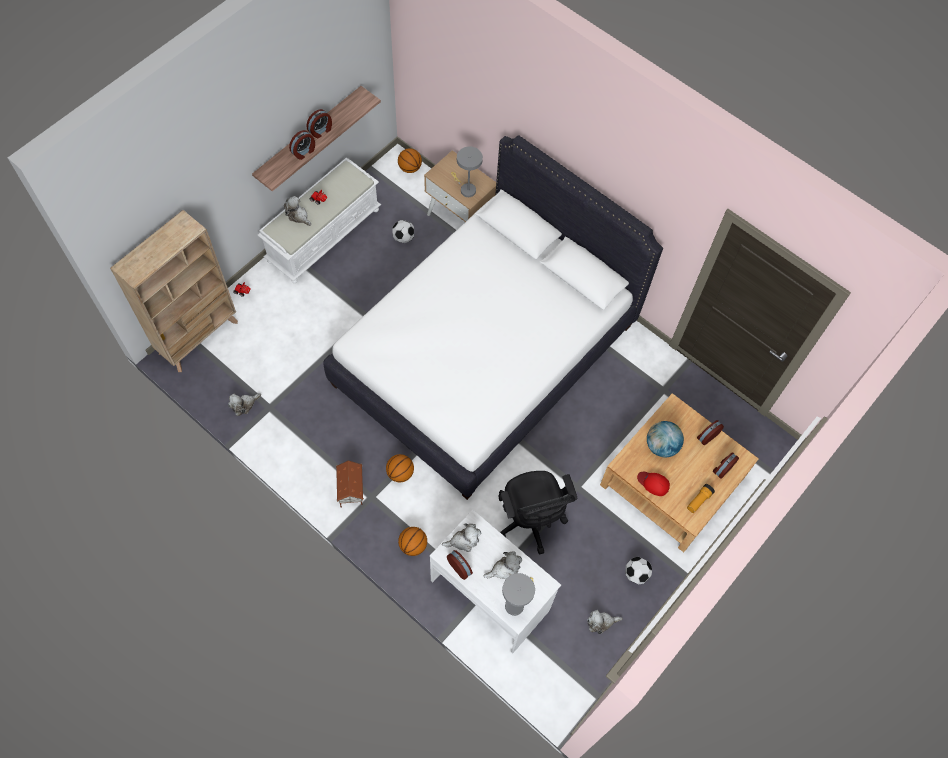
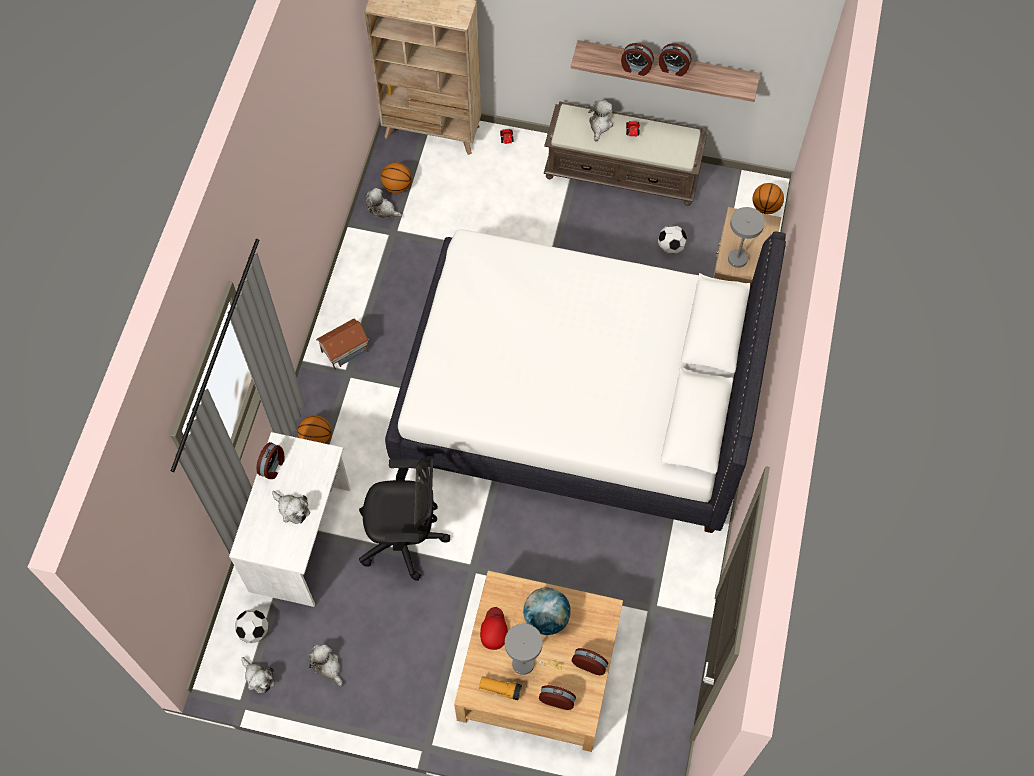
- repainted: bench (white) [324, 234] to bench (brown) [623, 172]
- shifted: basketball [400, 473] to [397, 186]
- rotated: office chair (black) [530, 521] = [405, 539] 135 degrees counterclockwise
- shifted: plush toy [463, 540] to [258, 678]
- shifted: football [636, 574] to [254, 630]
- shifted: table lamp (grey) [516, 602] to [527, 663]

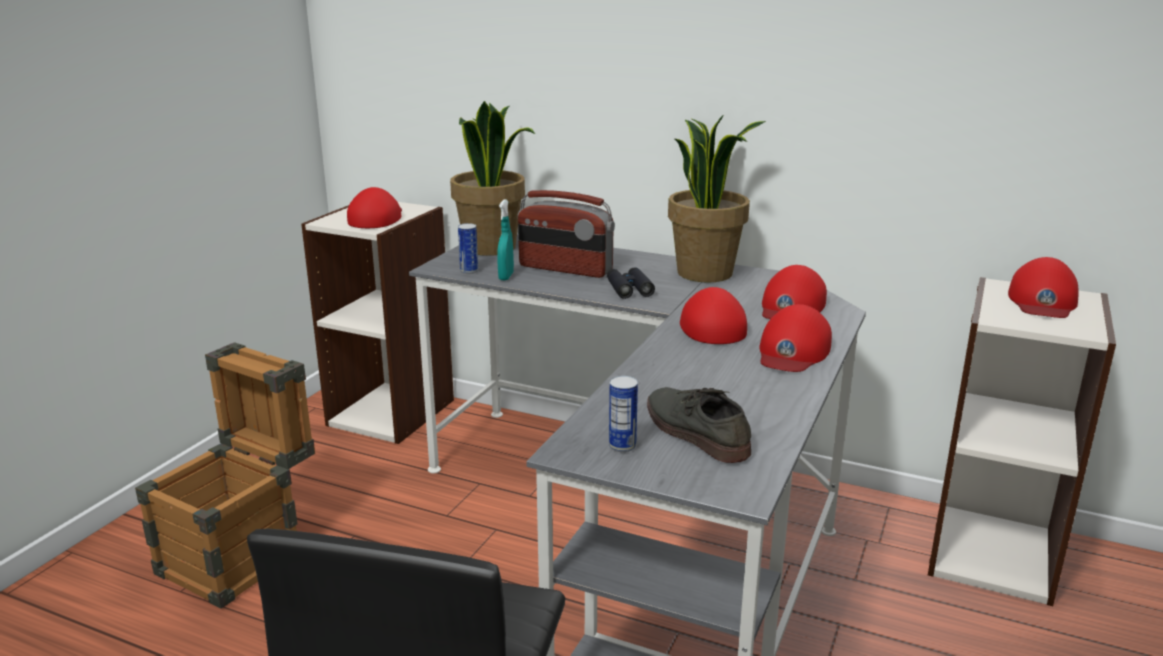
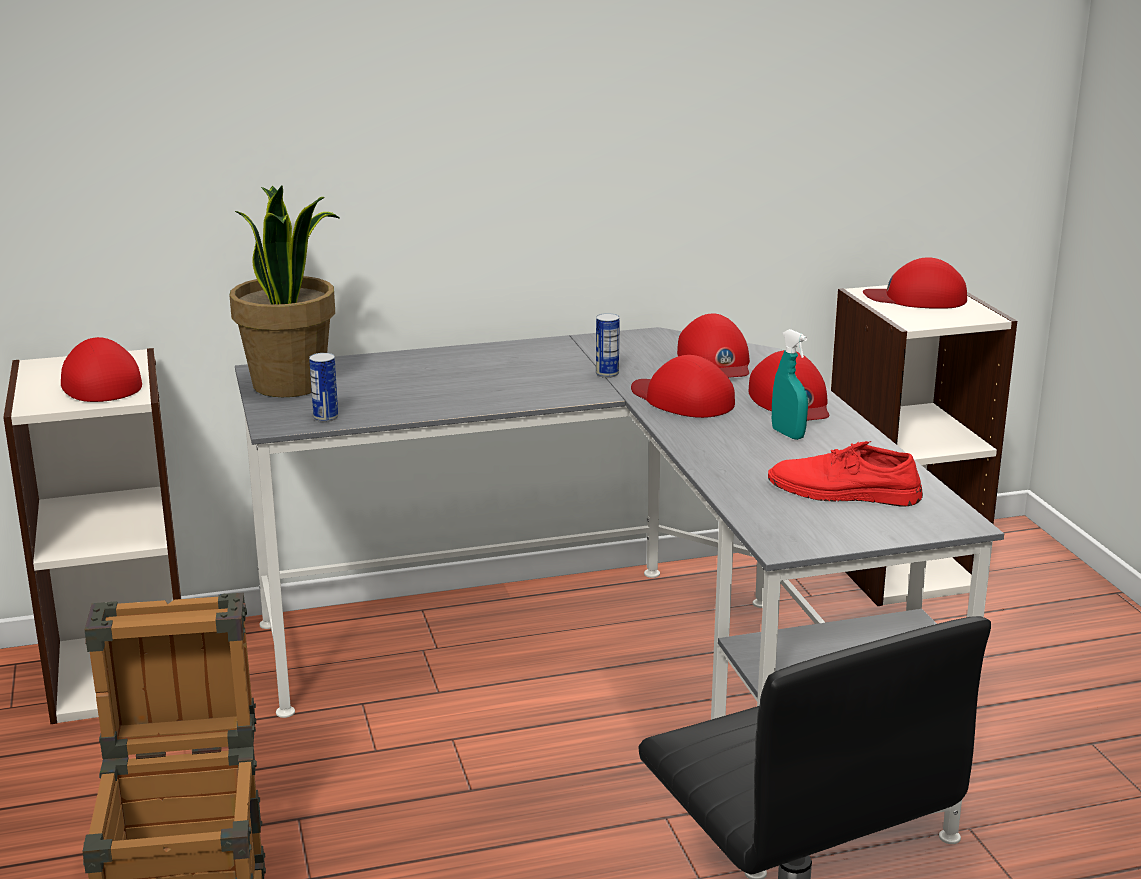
- gone: potted plant [706, 273]
- gone: radio [565, 269]
- shifted: spray bottle (turquoise) [506, 276] to [788, 434]
- rotated: cap (red) [1042, 301] = [916, 298] 120 degrees clockwise
- gone: binoculars (black) [629, 289]
- shifted: can [622, 446] to [607, 374]
- repainted: shoe (grey) [694, 431] to shoe (red) [843, 492]

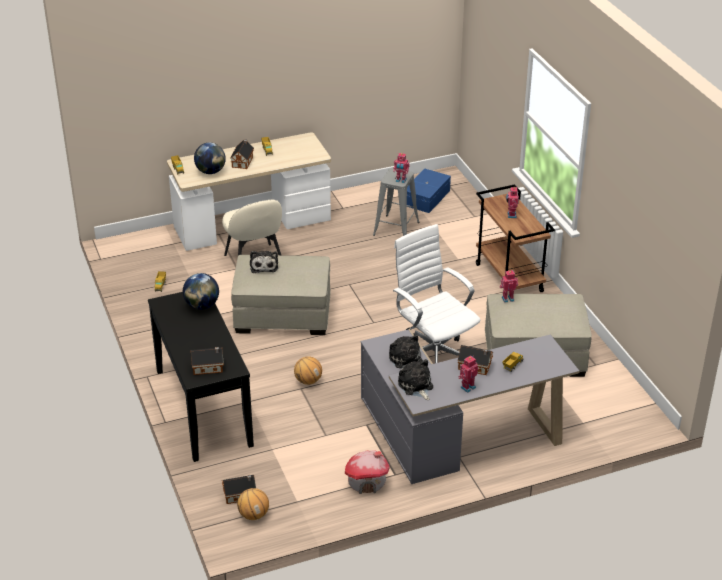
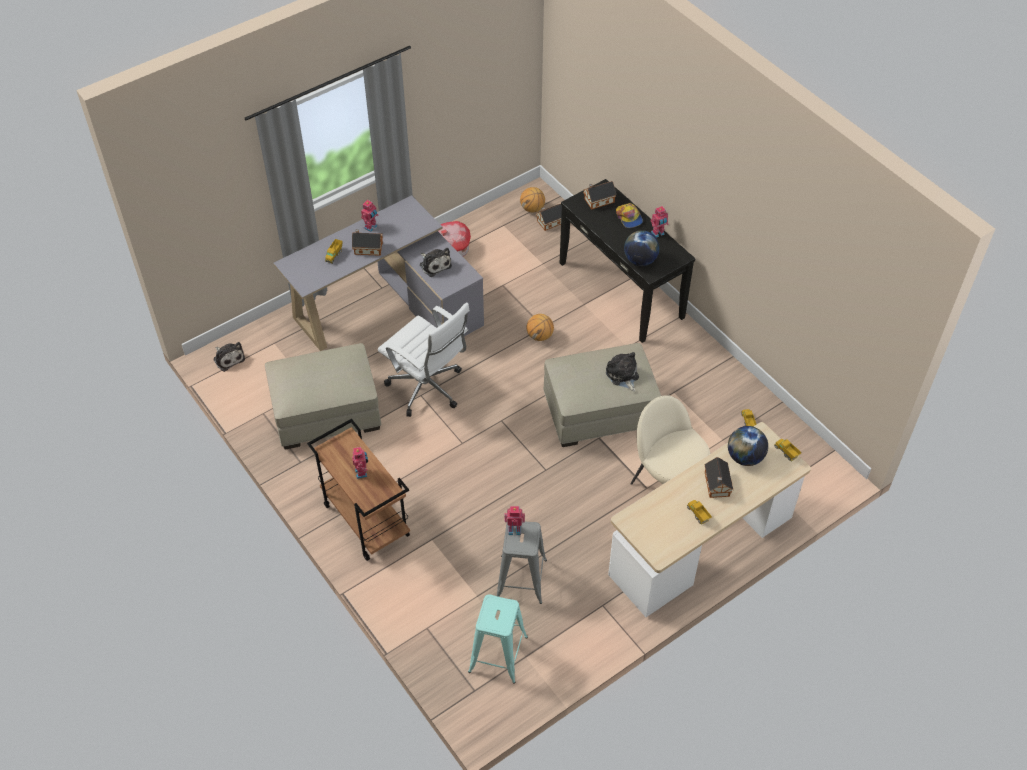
- swapped: storage box (blue) [427, 198] to stool (turquoise) [498, 654]
- shifted: toy robot [507, 298] to [658, 233]
- shifted: plush toy [416, 386] to [228, 358]
- new: cap [629, 218]

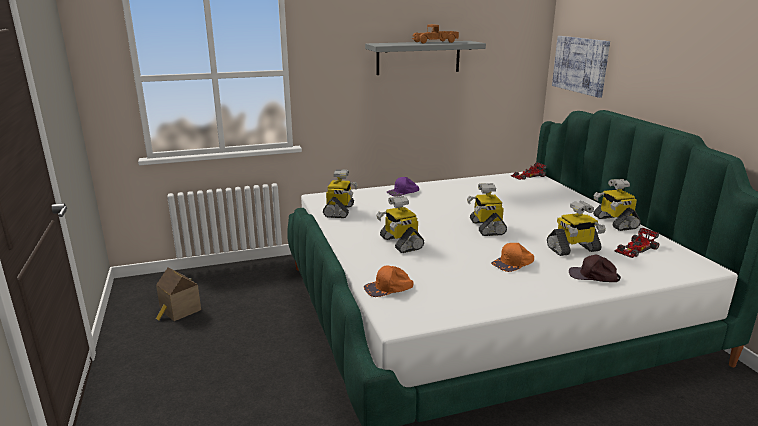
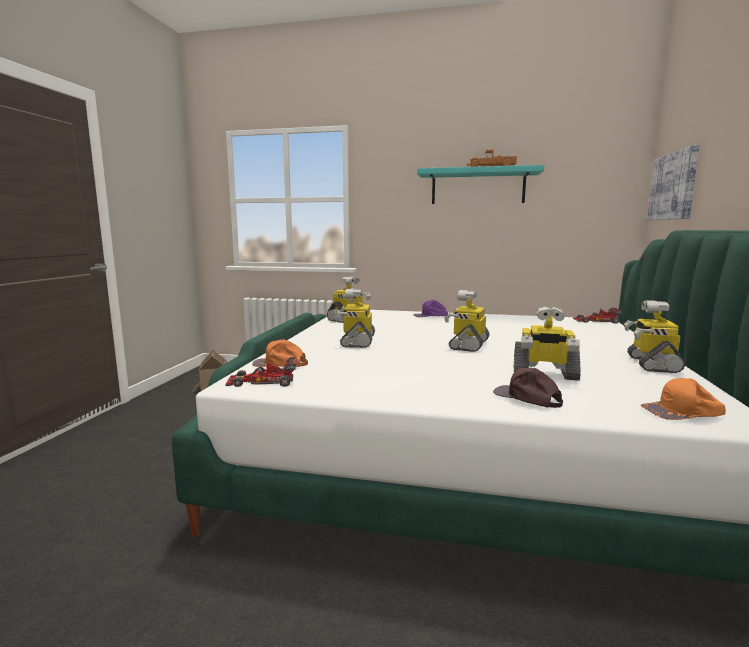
- repainted: shelf (grey) [418, 57] to shelf (turquoise) [478, 187]
- shifted: toy car [636, 249] to [262, 381]
- shifted: cap (orange) [513, 263] to [682, 412]

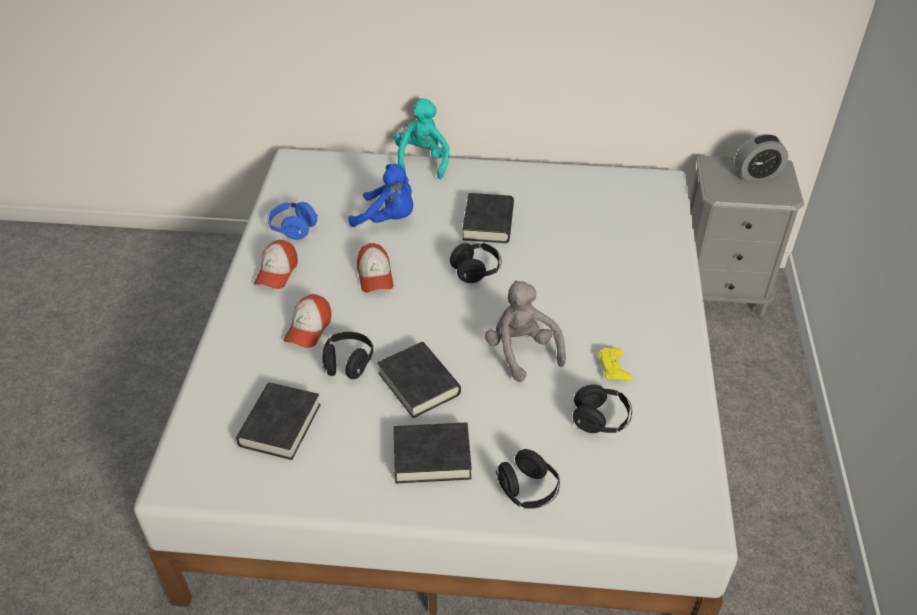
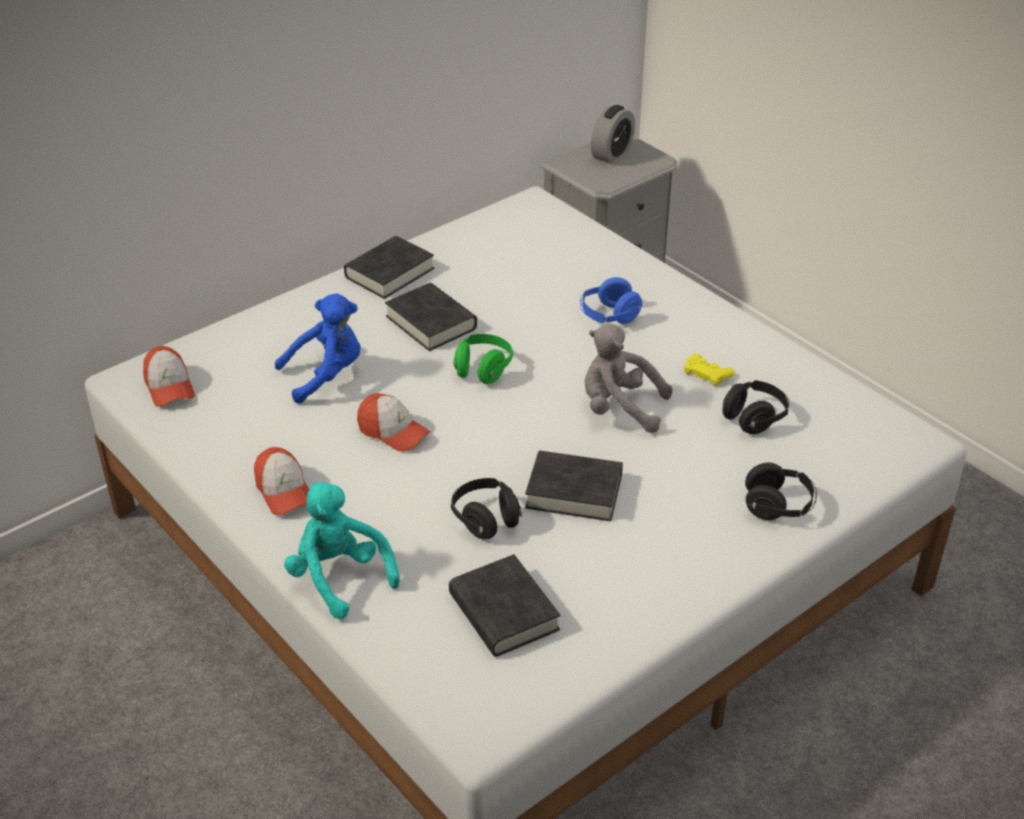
- shifted: plush toy (turquoise) [422, 161] to [339, 578]
- shifted: headphones (blue) [293, 229] to [609, 316]
- repainted: headphones (black) [476, 271] to headphones (green) [483, 369]
- shifted: cap [308, 328] to [169, 387]
- shifted: book (black) [432, 456] to [389, 273]

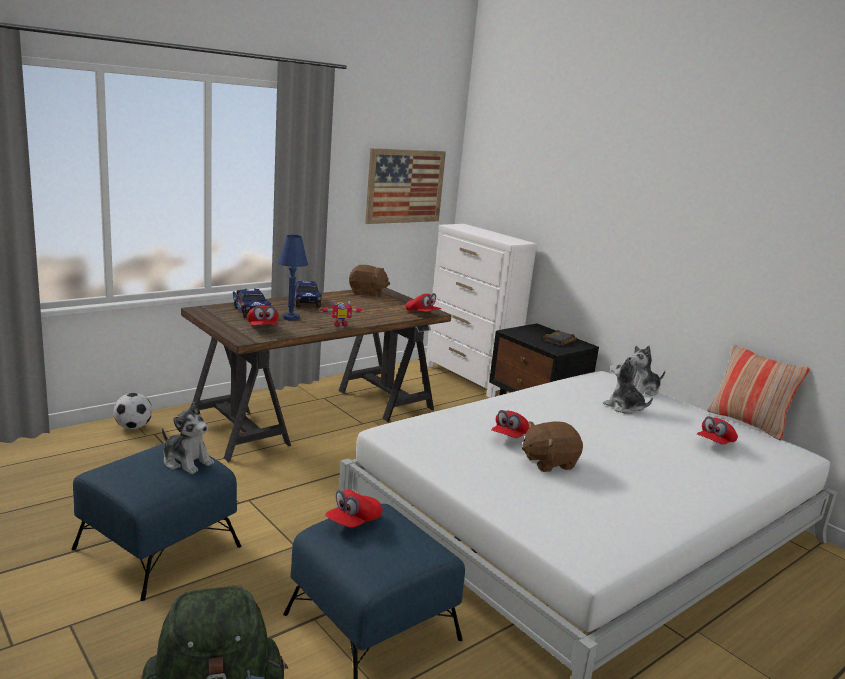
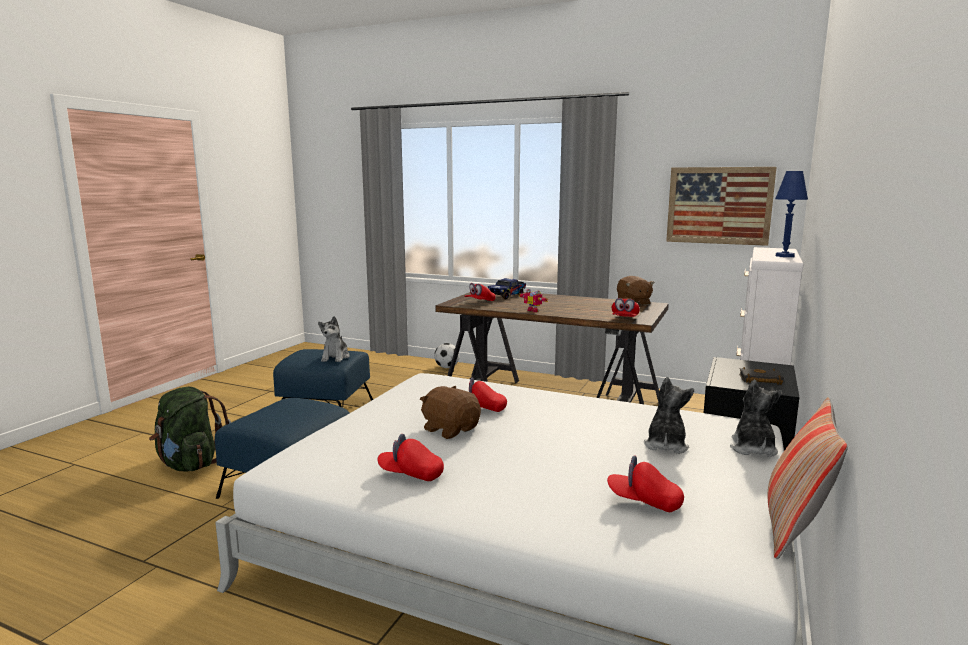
- shifted: table lamp (blue) [290, 317] to [784, 256]
- gone: toy truck [306, 302]
- rotated: plush toy [642, 390] = [752, 449] 60 degrees clockwise
- shifted: cap (red) [353, 522] to [411, 474]

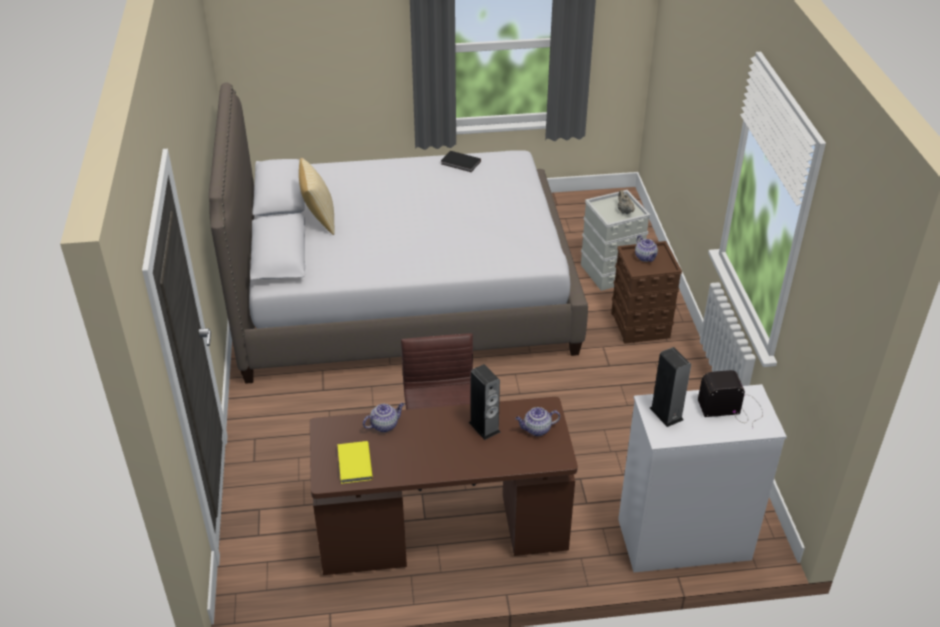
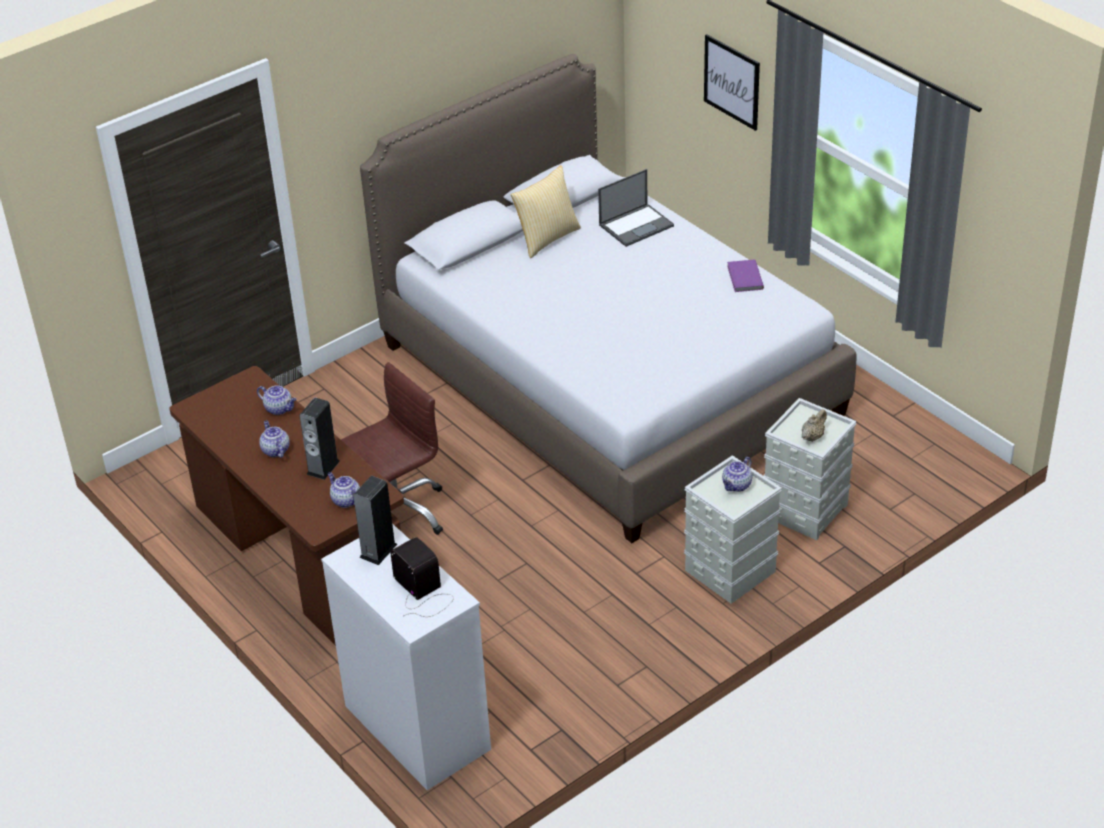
- repainted: book (black) [460, 163] to book (purple) [744, 278]
- repainted: storage box (brown) [641, 325] to storage box (grey) [730, 572]
- gone: book (yellow) [353, 464]
- new: picture [731, 82]
- new: laptop [636, 225]
- new: teapot [275, 450]

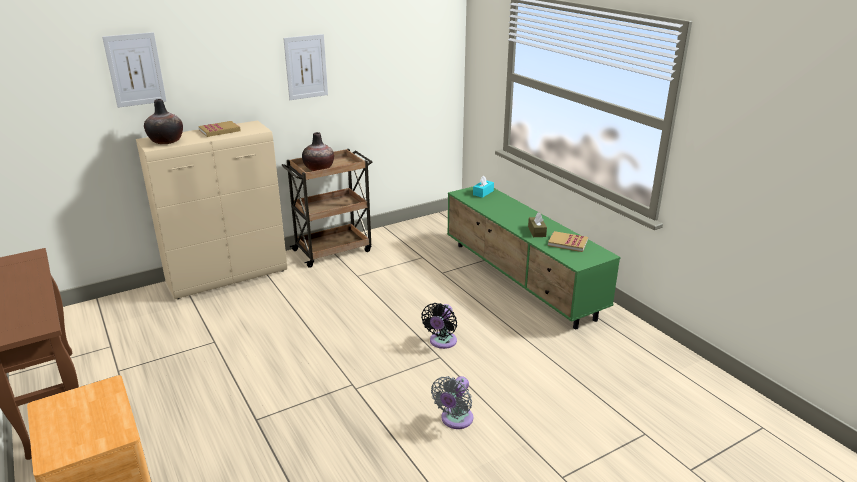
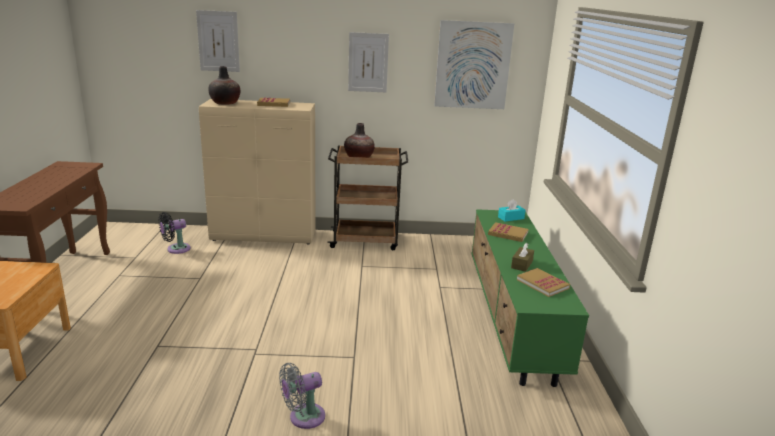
- shifted: fan (black) [442, 342] to [176, 249]
- new: picture [473, 65]
- new: book [508, 234]

